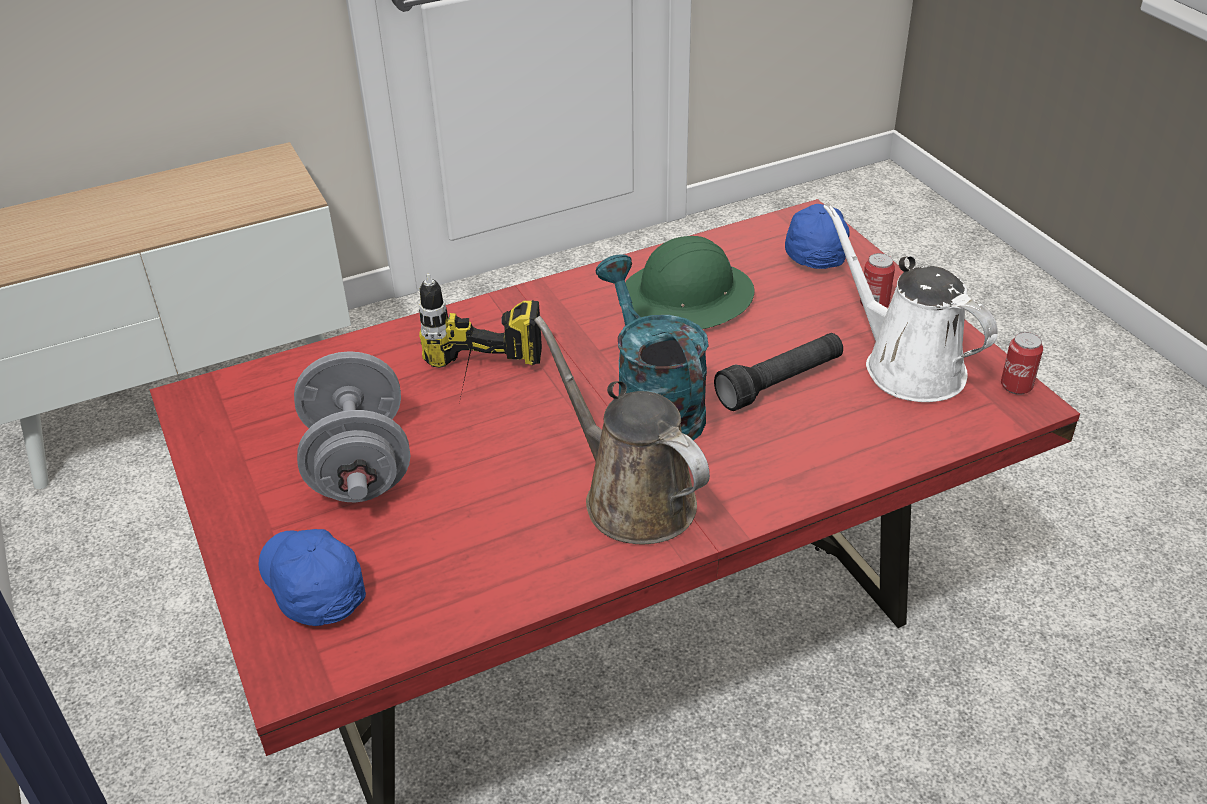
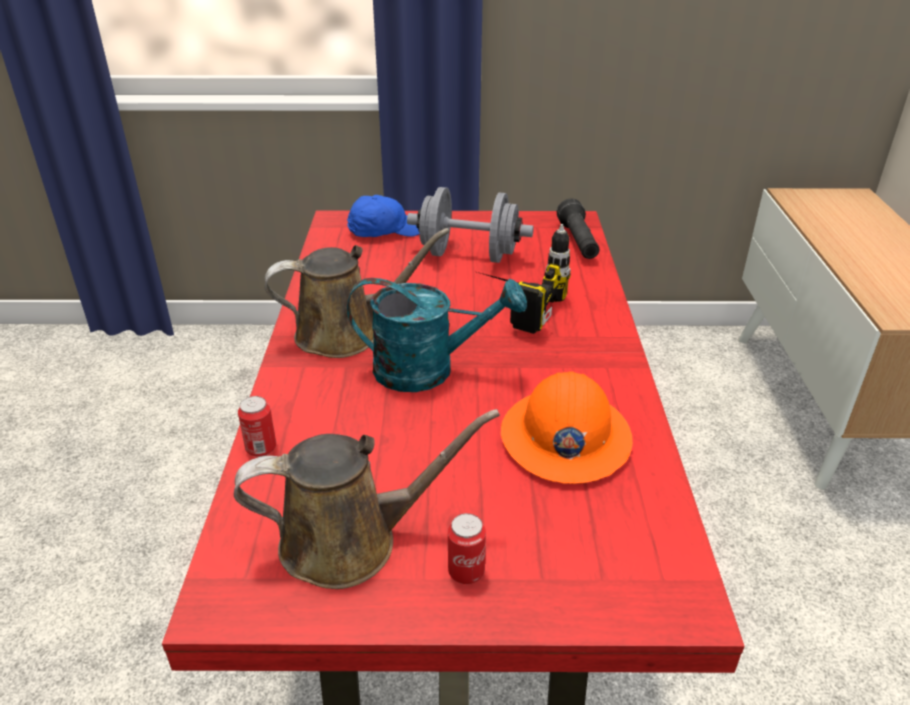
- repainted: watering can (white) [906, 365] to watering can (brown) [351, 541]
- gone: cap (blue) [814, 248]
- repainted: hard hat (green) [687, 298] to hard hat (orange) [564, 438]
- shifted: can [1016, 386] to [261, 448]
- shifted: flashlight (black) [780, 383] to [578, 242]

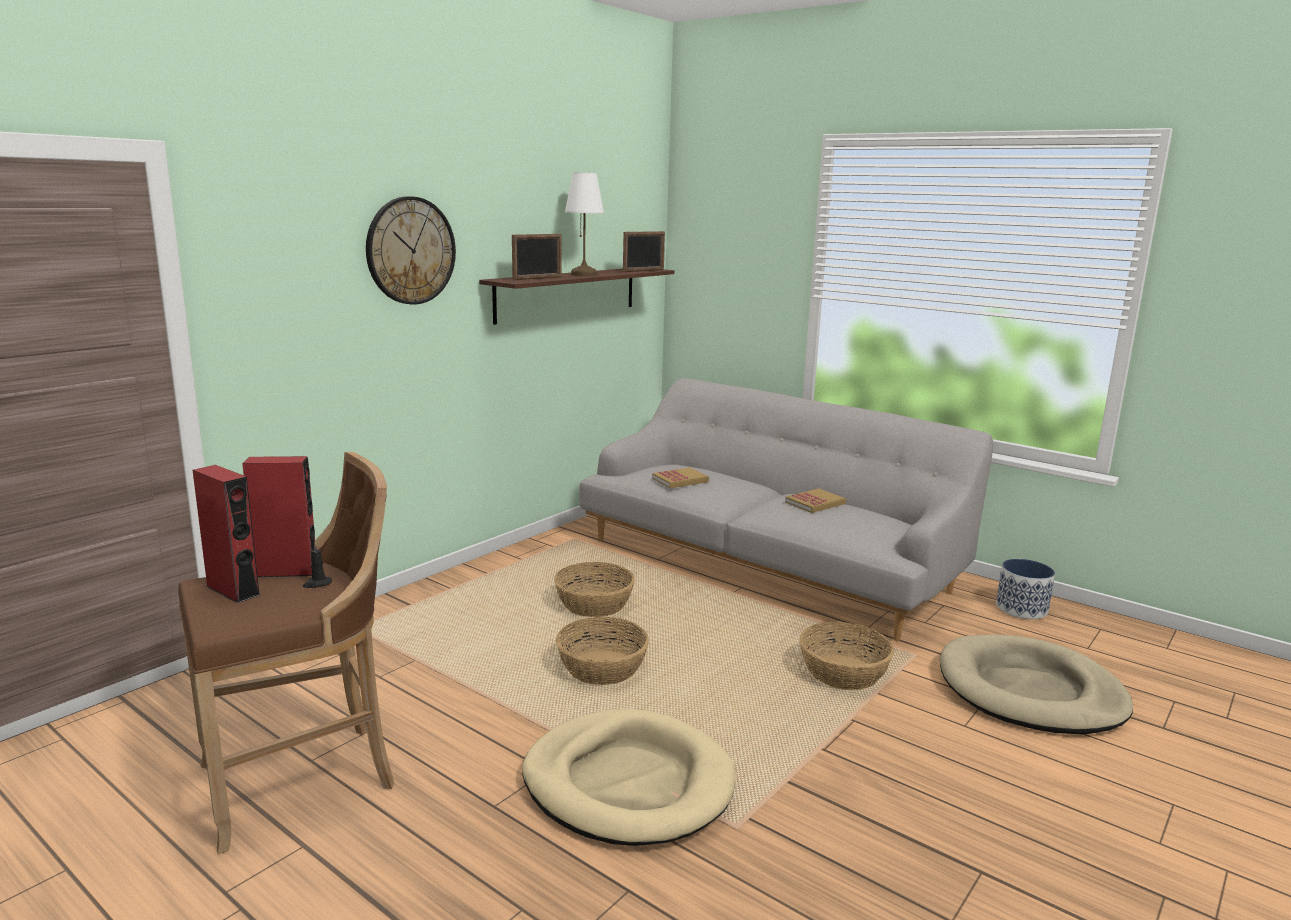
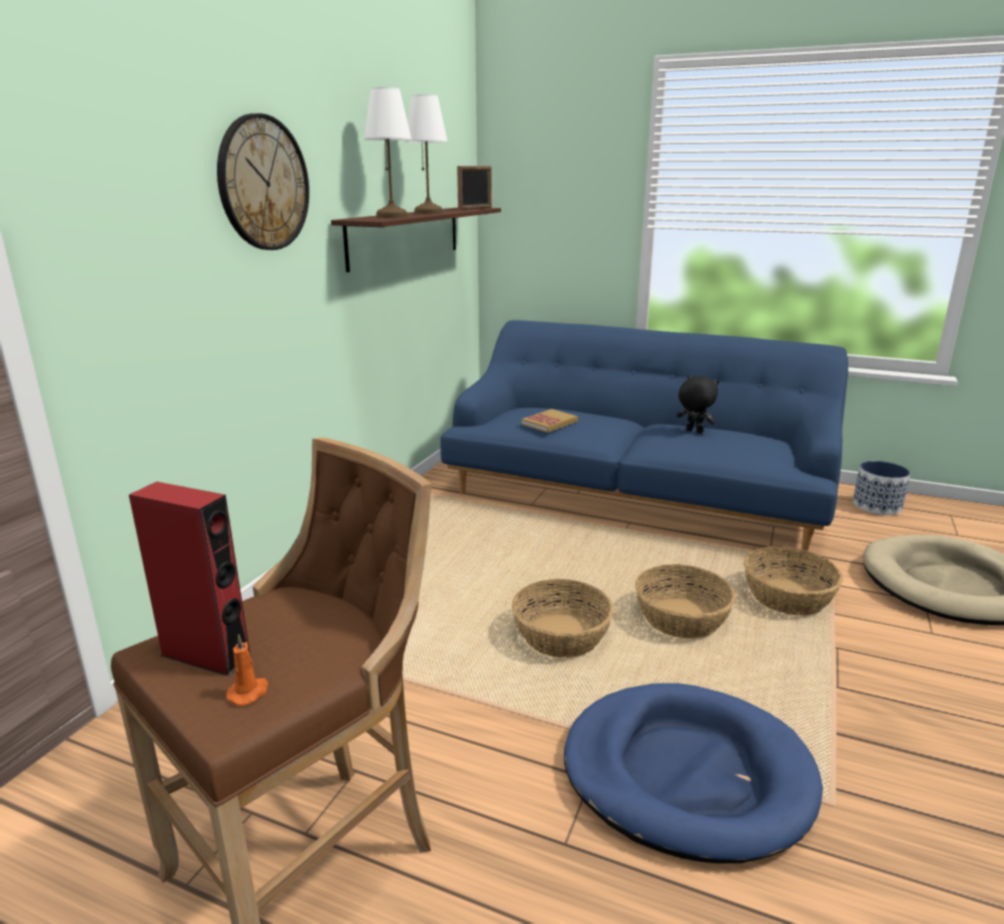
- swapped: picture frame [537, 278] to table lamp (white) [391, 217]
- repainted: sofa (grey) [768, 563] to sofa (blue) [635, 494]
- gone: speaker (red) [286, 571]
- swapped: book [815, 503] to plush toy (black) [693, 431]
- gone: candle (black) [317, 584]
- shifted: basket [595, 604] to [682, 618]
- repainted: dog bed (beige) [628, 783] to dog bed (blue) [686, 774]
- new: candle (orange) [249, 692]

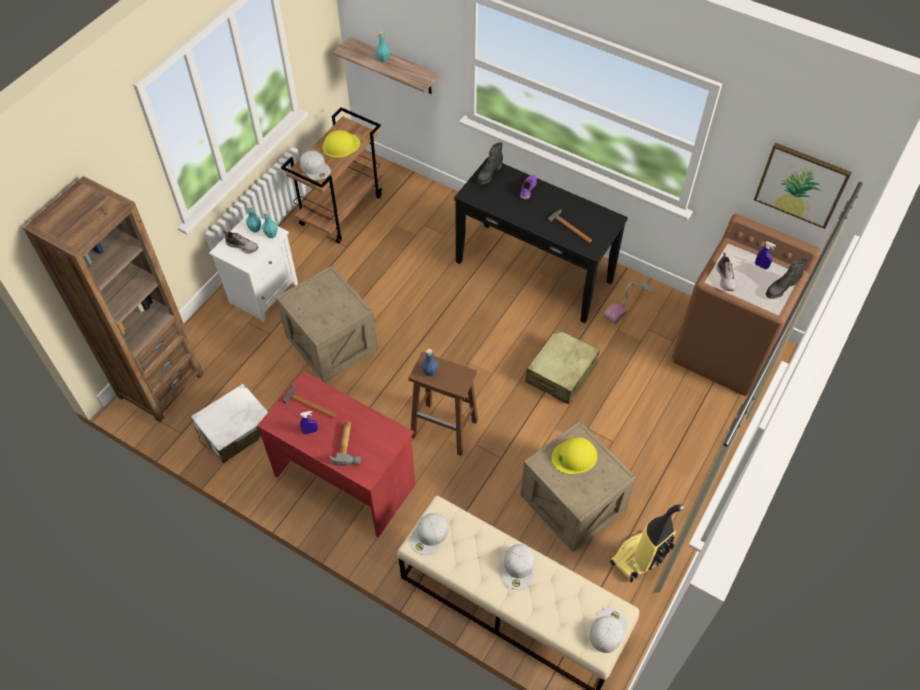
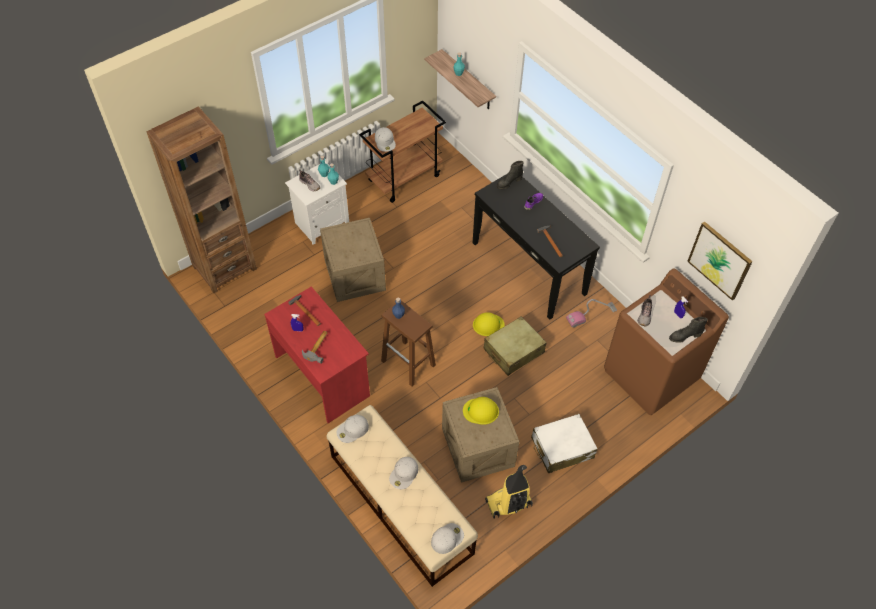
- shifted: hard hat (yellow) [340, 145] to [488, 325]
- shifted: suitcase (white) [235, 429] to [562, 448]

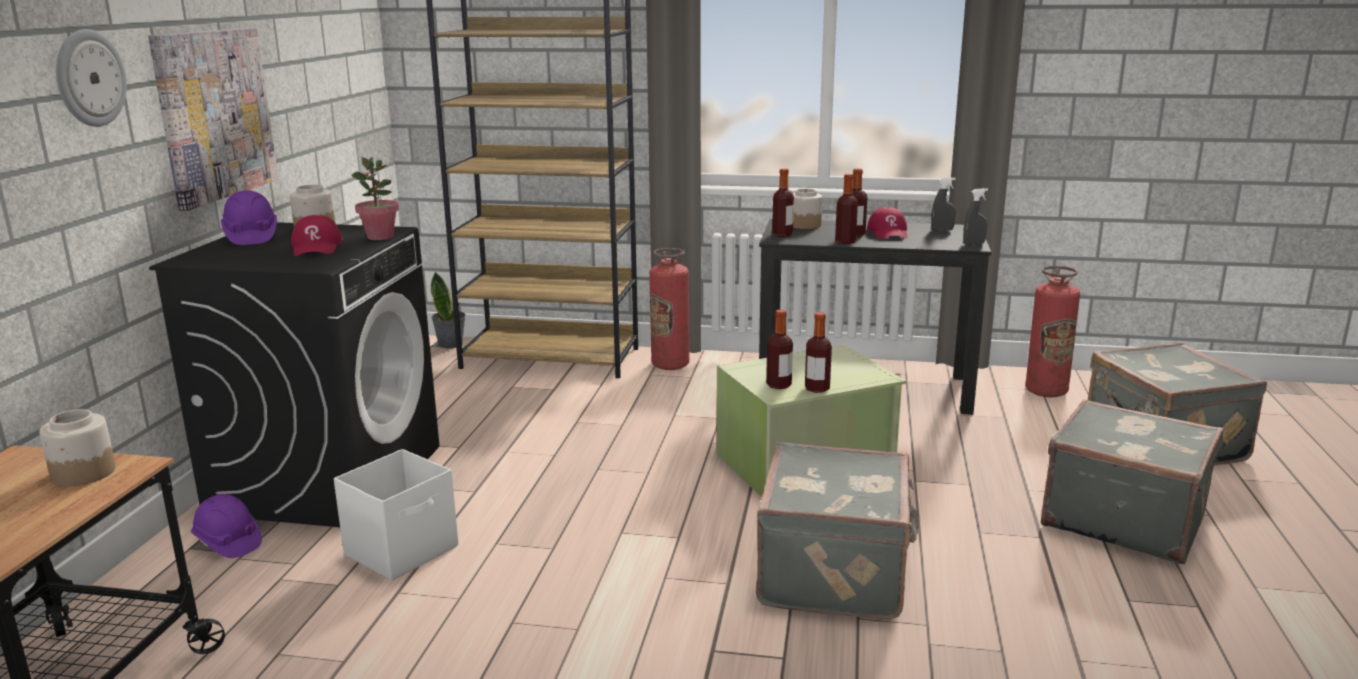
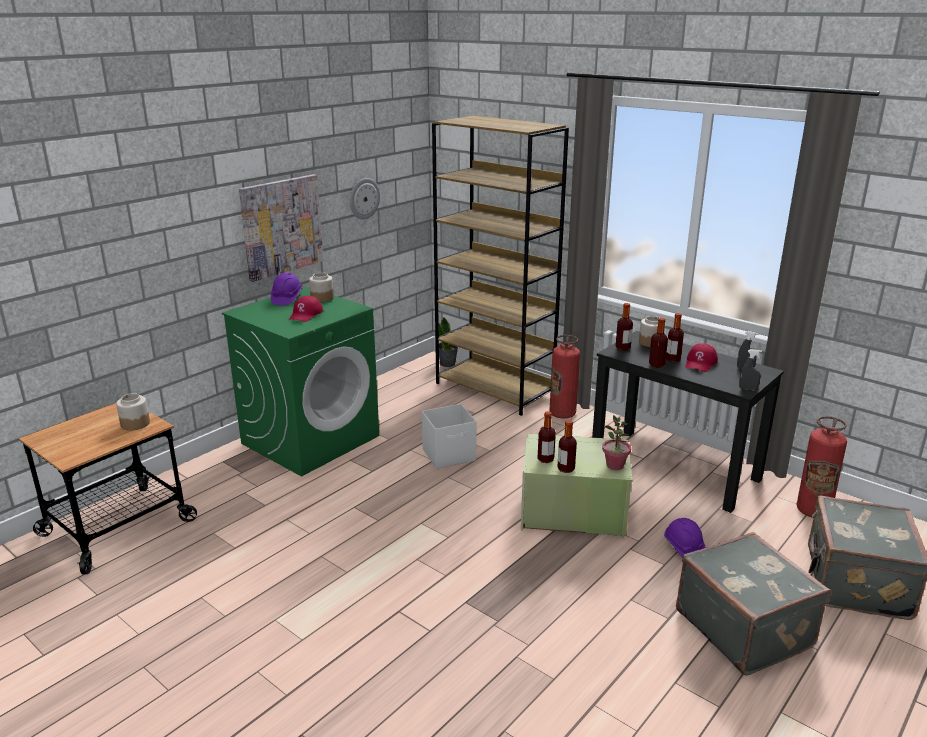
- shifted: wall clock [89, 78] to [364, 198]
- shifted: potted plant [380, 237] to [615, 466]
- repainted: washing machine (black) [328, 478] to washing machine (green) [311, 439]
- gone: suitcase (grey) [836, 573]
- shifted: storage box (white) [403, 550] to [449, 455]
- shifted: hard hat (purple) [227, 542] to [684, 548]

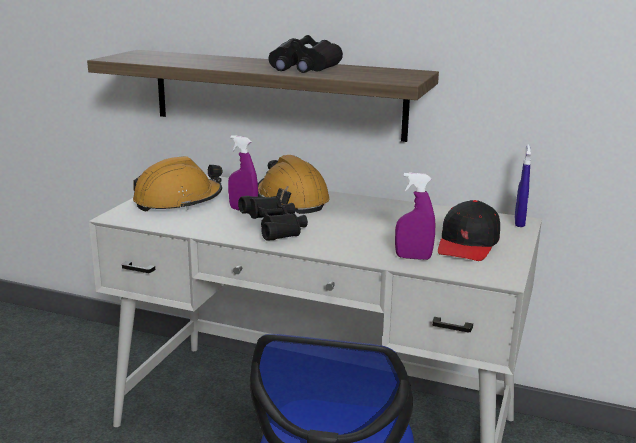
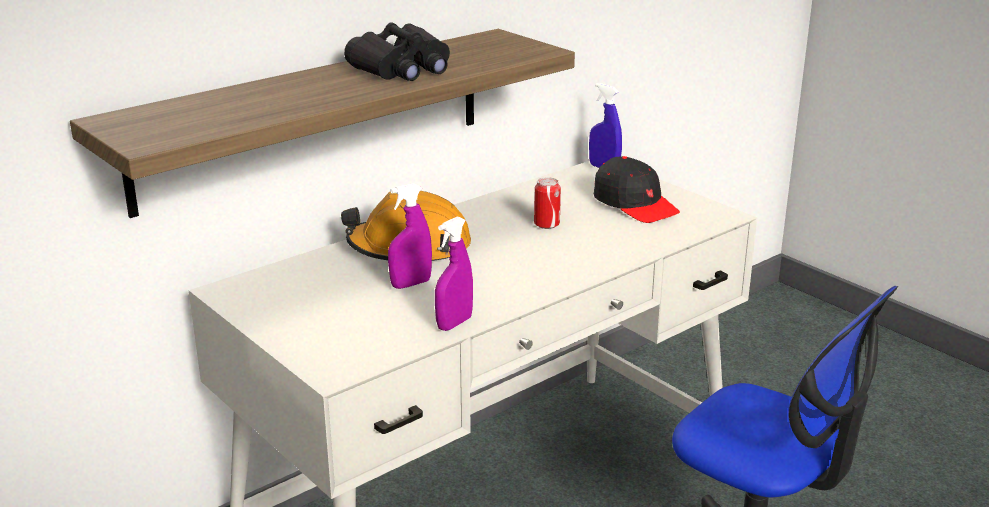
- gone: hard hat (orange) [178, 201]
- shifted: spray bottle (purple) [413, 257] to [454, 323]
- gone: binoculars (black) [275, 230]
- new: can [546, 225]

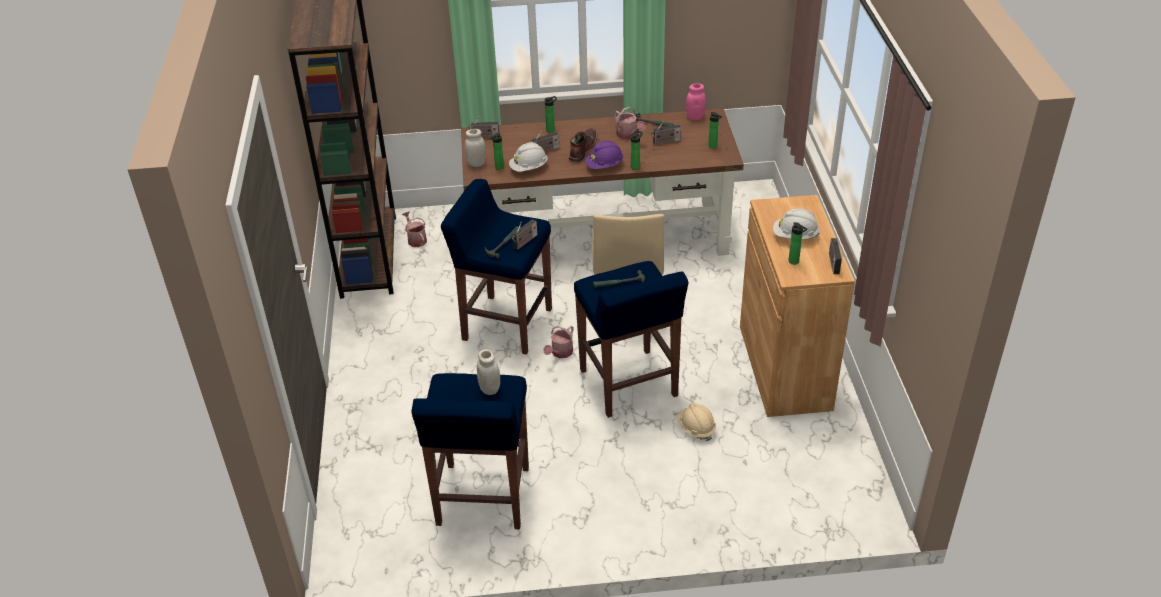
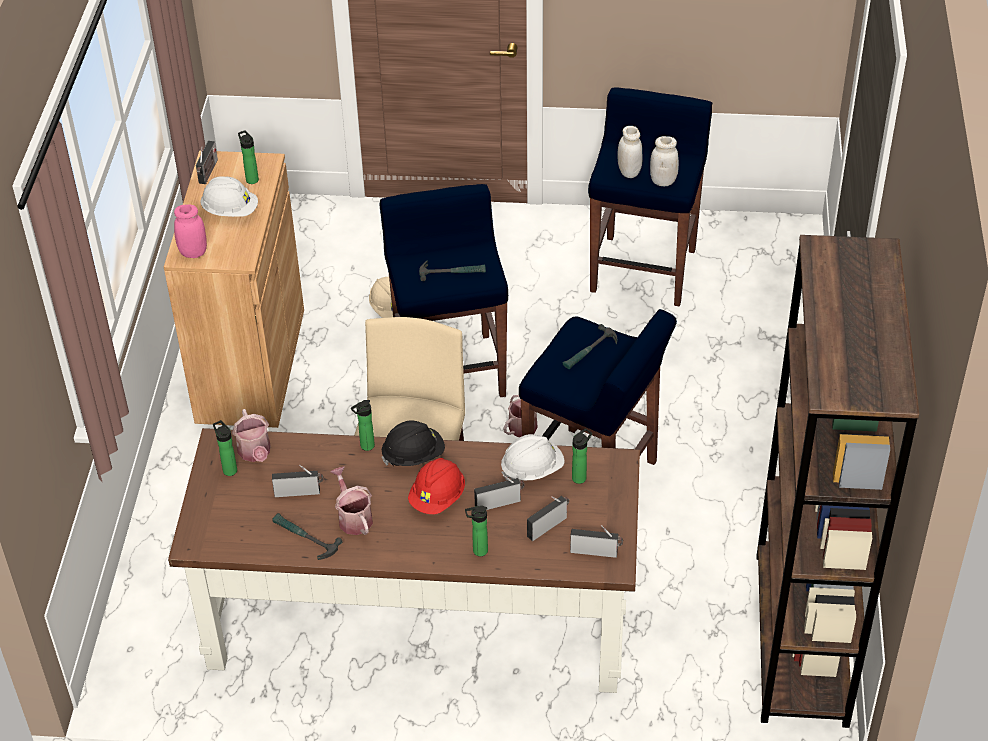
- shifted: jar (pink) [695, 117] to [193, 252]
- swapped: boot (brown) [582, 149] to hard hat (red) [438, 498]
- shifted: jar (white) [476, 163] to [663, 181]
- repainted: hard hat (purple) [604, 166] to hard hat (black) [413, 455]
- shifted: watering can [416, 239] to [255, 453]
- shifted: radio [525, 242] to [548, 525]

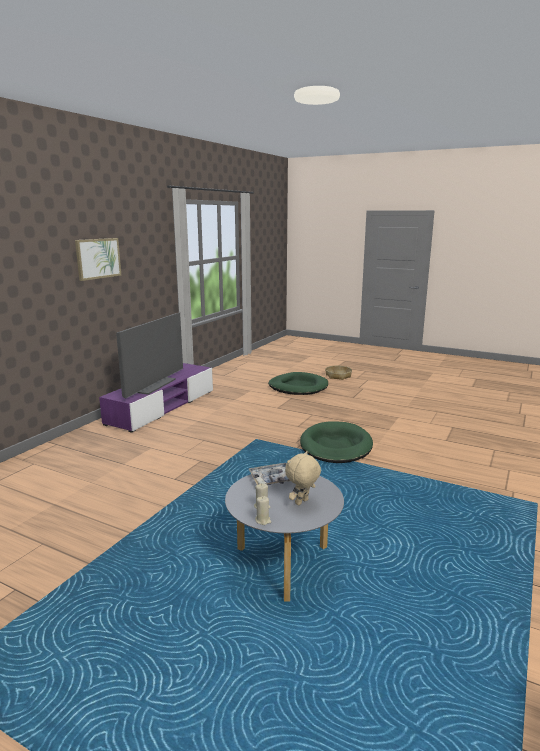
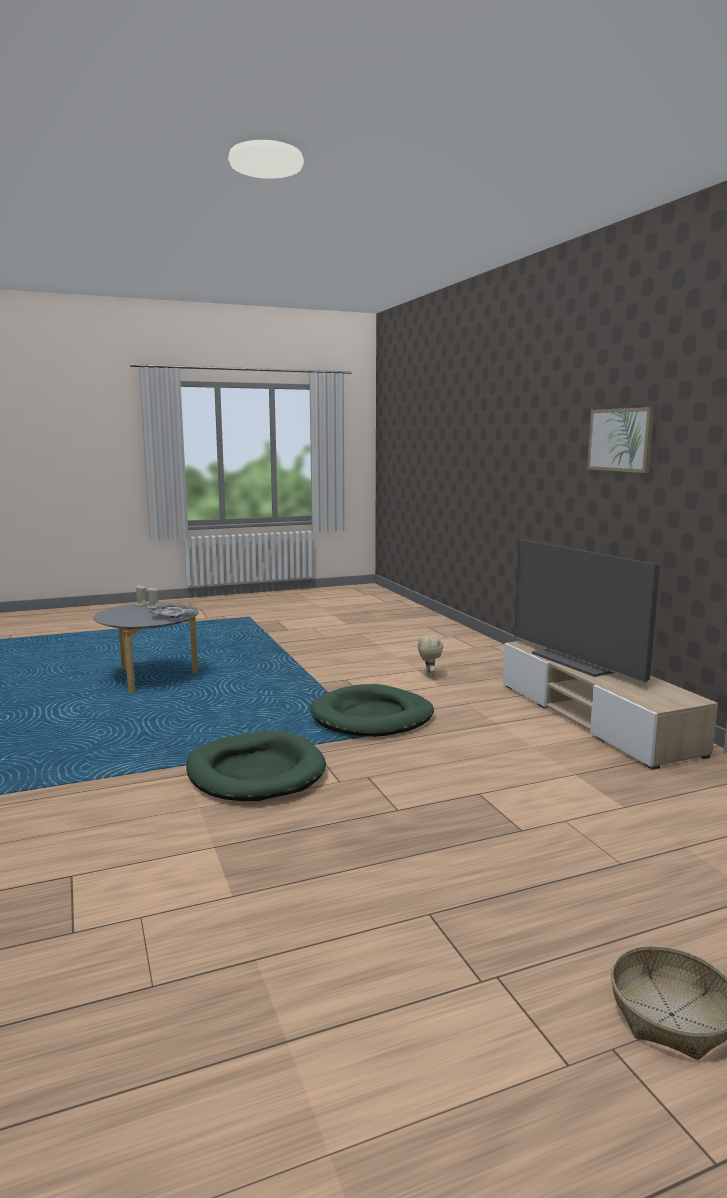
- repainted: tv stand (purple) [162, 407] to tv stand (beige) [594, 717]
- shifted: dog bed (green) [298, 387] to [372, 717]
- shifted: plush toy (beige) [302, 502] to [429, 675]

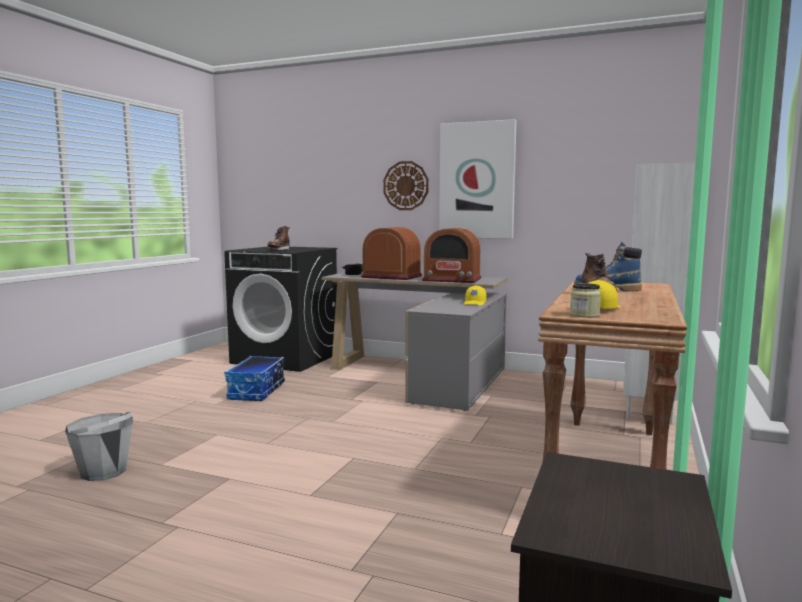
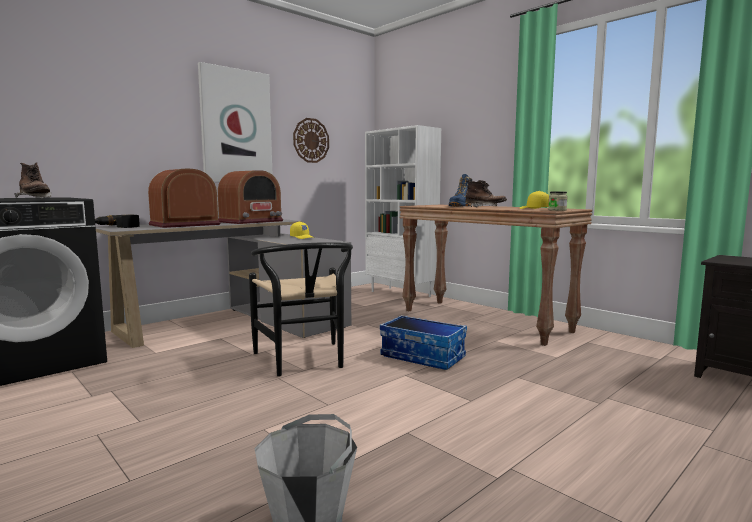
- shifted: wall clock [406, 185] to [311, 140]
- shifted: storage box [257, 391] to [423, 356]
- new: chair (black) [304, 361]

